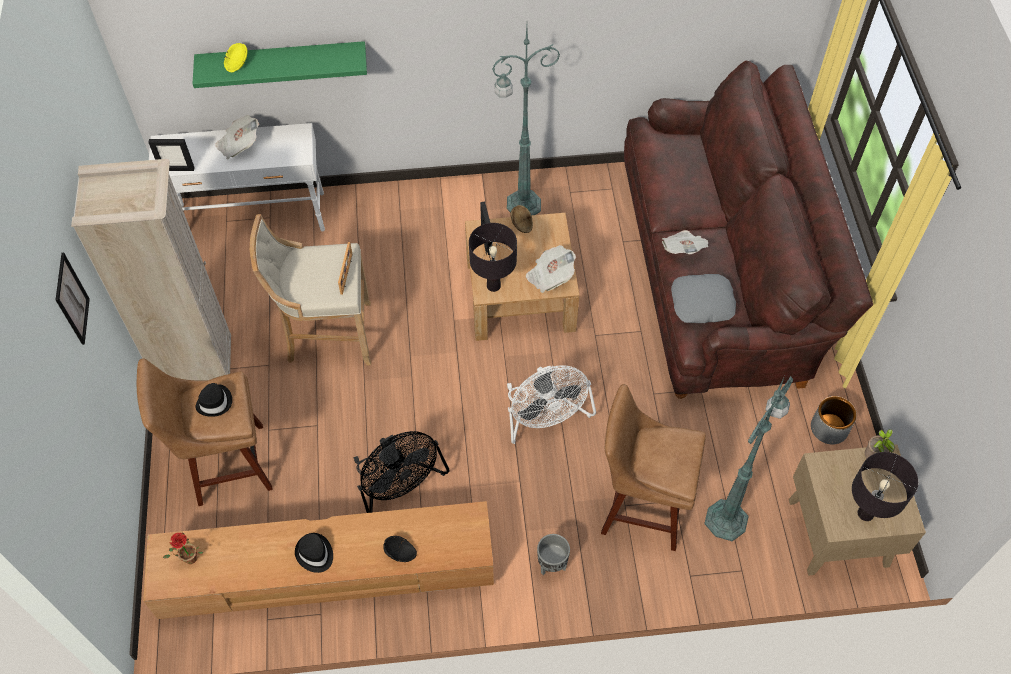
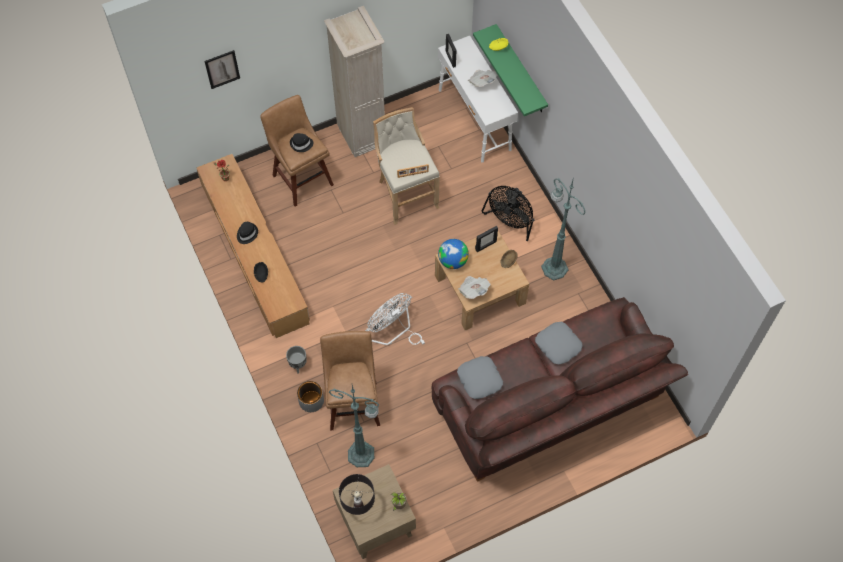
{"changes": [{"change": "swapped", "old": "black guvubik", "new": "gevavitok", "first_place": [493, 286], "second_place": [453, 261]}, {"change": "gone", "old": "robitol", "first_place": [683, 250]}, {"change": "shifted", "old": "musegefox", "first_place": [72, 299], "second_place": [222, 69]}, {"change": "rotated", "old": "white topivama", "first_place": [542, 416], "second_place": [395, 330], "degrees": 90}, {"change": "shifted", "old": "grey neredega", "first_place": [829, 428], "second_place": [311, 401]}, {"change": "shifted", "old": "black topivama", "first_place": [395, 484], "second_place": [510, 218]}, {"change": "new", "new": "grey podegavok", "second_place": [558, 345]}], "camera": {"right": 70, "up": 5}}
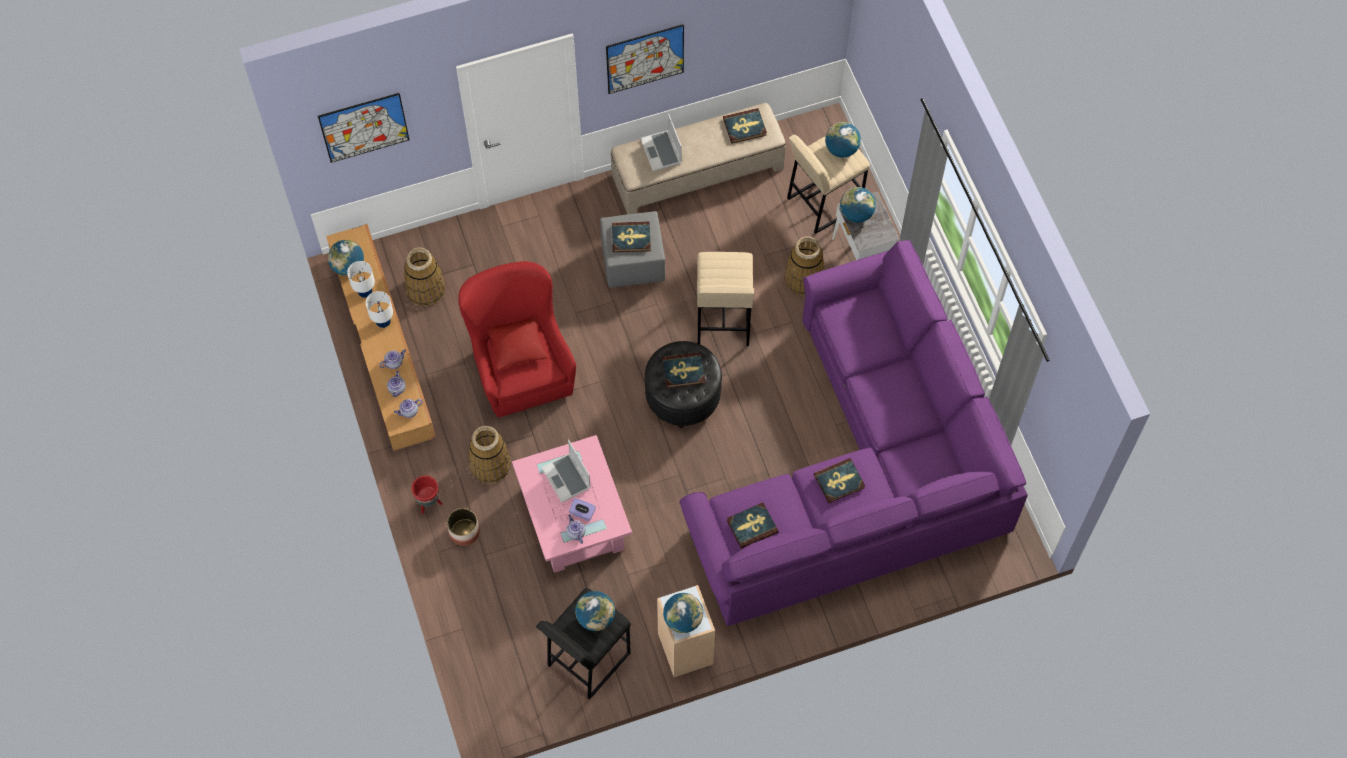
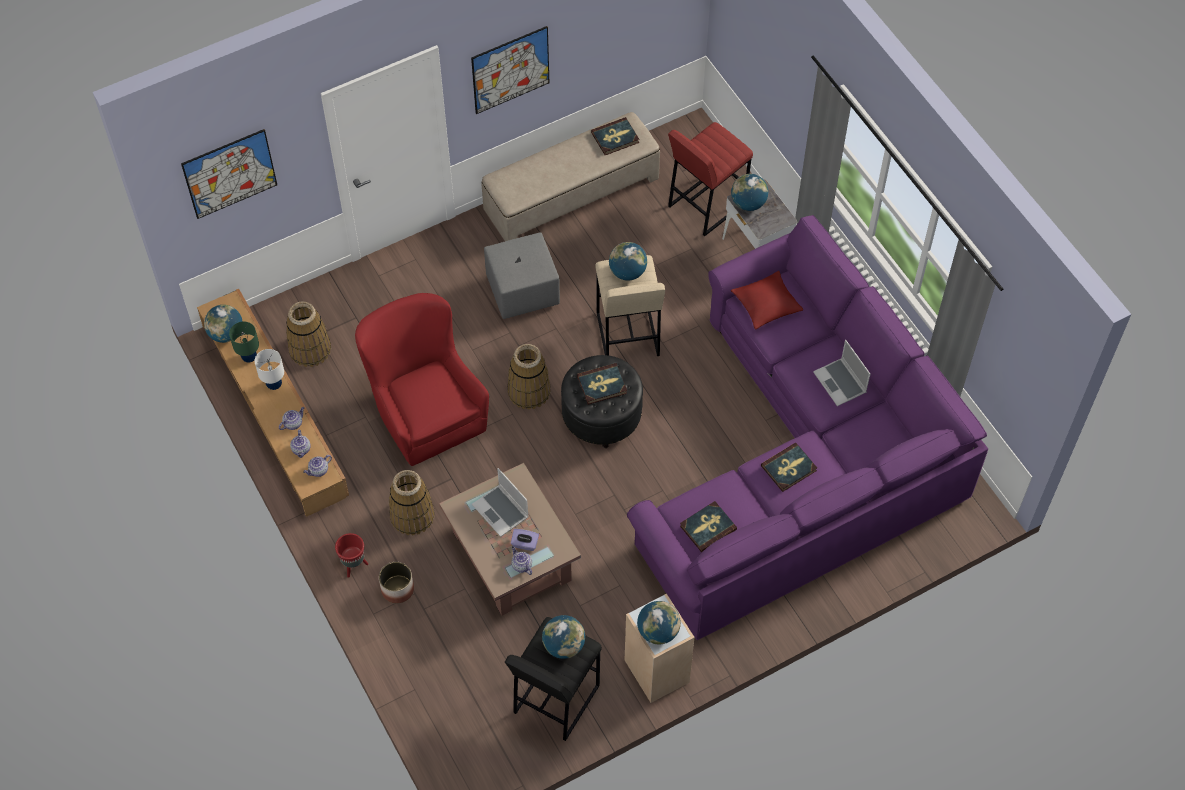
{"changes": [{"change": "shifted", "old": "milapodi", "first_place": [662, 152], "second_place": [840, 383]}, {"change": "shifted", "old": "gevavitok", "first_place": [841, 149], "second_place": [627, 272]}, {"change": "repainted", "old": "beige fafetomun", "new": "red fafetomun", "first_place": [822, 203], "second_place": [705, 206]}, {"change": "gone", "old": "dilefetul", "first_place": [631, 238]}, {"change": "shifted", "old": "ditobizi", "first_place": [803, 278], "second_place": [528, 391]}, {"change": "repainted", "old": "white guvubik", "new": "green guvubik", "first_place": [365, 293], "second_place": [249, 358]}, {"change": "shifted", "old": "red podegavok", "first_place": [517, 346], "second_place": [766, 304]}, {"change": "repainted", "old": "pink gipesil", "new": "brown gipesil", "first_place": [574, 518], "second_place": [512, 556]}], "camera": {"right": -10, "up": -5}}
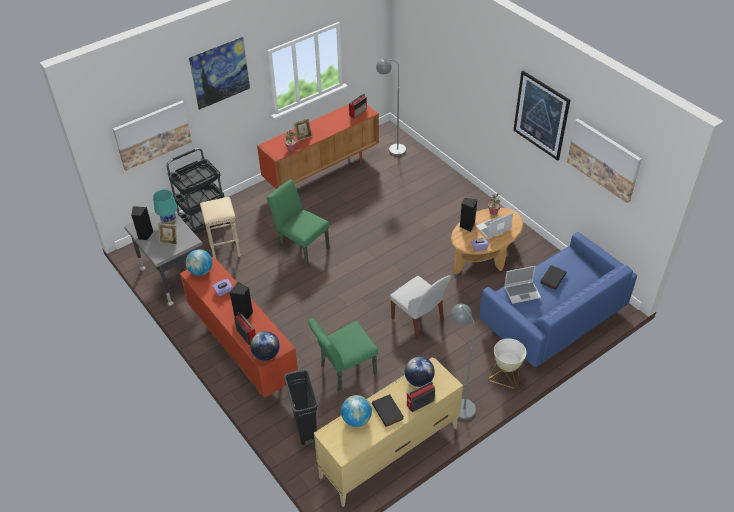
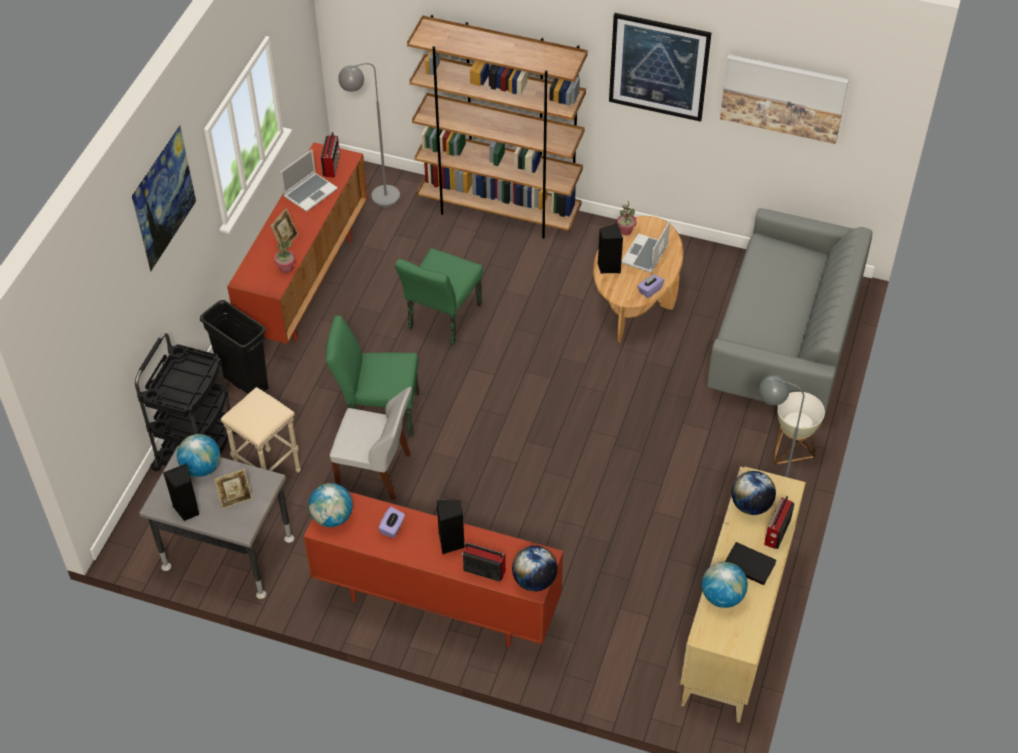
{"changes": [{"change": "gone", "old": "musegefox", "first_place": [152, 134]}, {"change": "swapped", "old": "turquoise guvubik", "new": "gevavitok", "first_place": [168, 220], "second_place": [201, 468]}, {"change": "repainted", "old": "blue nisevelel", "new": "grey nisevelel", "first_place": [551, 319], "second_place": [783, 343]}, {"change": "gone", "old": "black dilefetul", "first_place": [552, 278]}, {"change": "shifted", "old": "milapodi", "first_place": [522, 292], "second_place": [310, 192]}, {"change": "shifted", "old": "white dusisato", "first_place": [418, 320], "second_place": [376, 472]}, {"change": "shifted", "old": "green dusisato", "first_place": [344, 371], "second_place": [441, 320]}, {"change": "shifted", "old": "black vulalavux", "first_place": [305, 428], "second_place": [244, 381]}, {"change": "new", "new": "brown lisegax", "second_place": [499, 211]}], "camera": {"right": -35, "up": 5}}
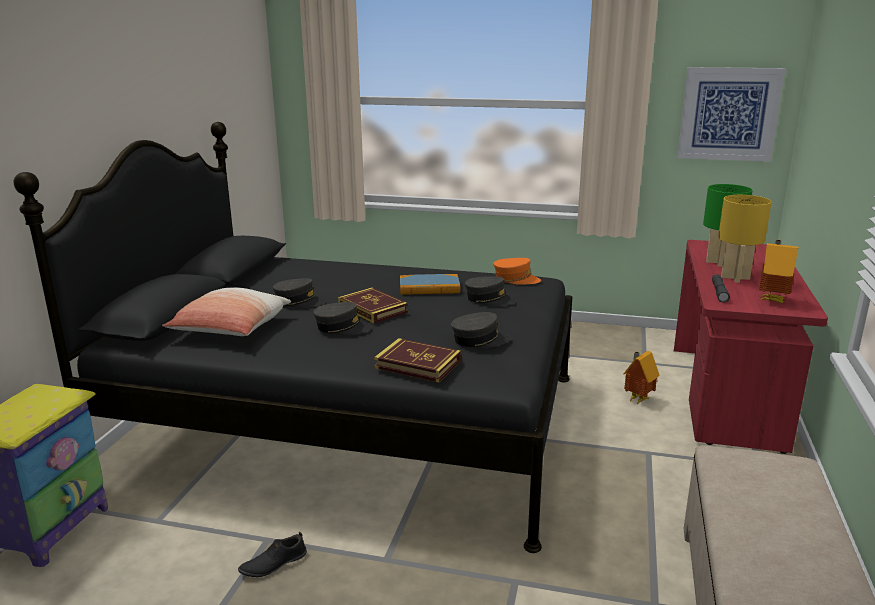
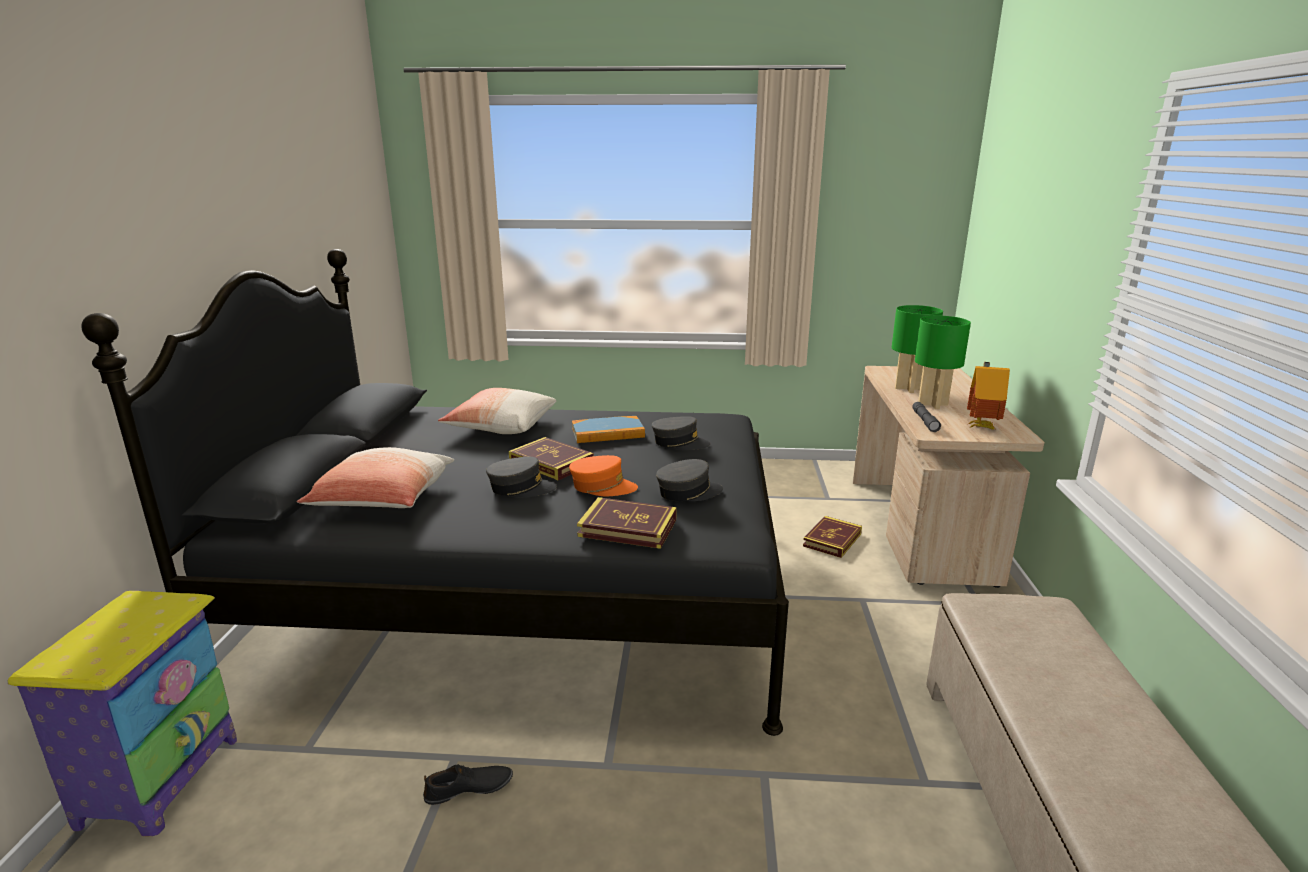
{"changes": [{"change": "gone", "old": "musegefox", "first_place": [729, 114]}, {"change": "repainted", "old": "yellow guvubik", "new": "green guvubik", "first_place": [734, 278], "second_place": [932, 404]}, {"change": "repainted", "old": "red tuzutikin", "new": "beige tuzutikin", "first_place": [728, 396], "second_place": [922, 529]}, {"change": "shifted", "old": "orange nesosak", "first_place": [516, 279], "second_place": [602, 486]}, {"change": "gone", "old": "grey nesosak", "first_place": [299, 301]}, {"change": "swapped", "old": "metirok", "new": "dilefetul", "first_place": [637, 399], "second_place": [832, 540]}, {"change": "rotated", "old": "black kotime", "first_place": [273, 564], "second_place": [469, 789], "degrees": -150}, {"change": "new", "new": "podegavok", "second_place": [501, 427]}], "camera": {"right": -10, "up": 0}}
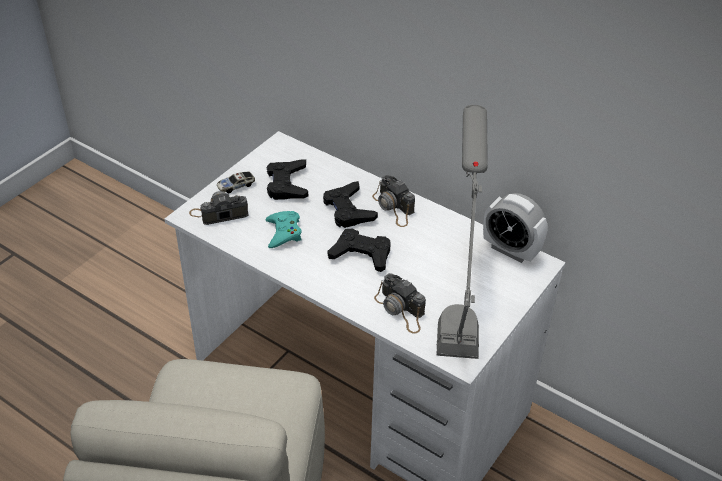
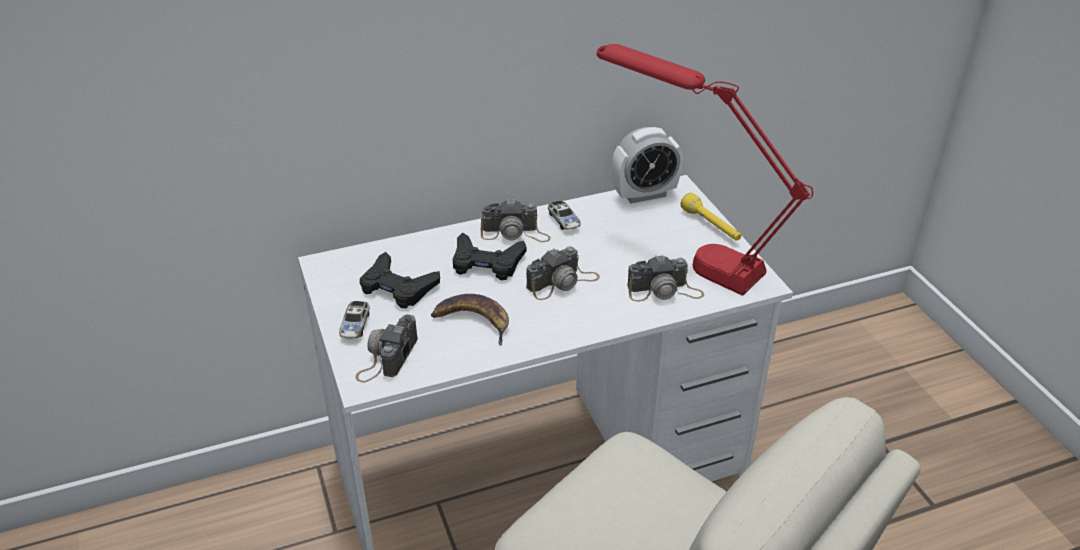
{"changes": [{"change": "repainted", "old": "grey guvubik", "new": "red guvubik", "first_place": [458, 303], "second_place": [686, 253]}, {"change": "swapped", "old": "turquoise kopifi", "new": "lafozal", "first_place": [283, 233], "second_place": [474, 321]}, {"change": "swapped", "old": "black kopifi", "new": "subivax", "first_place": [361, 254], "second_place": [562, 282]}, {"change": "new", "new": "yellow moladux", "second_place": [711, 226]}, {"change": "new", "new": "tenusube", "second_place": [564, 221]}], "camera": {"right": -55, "up": -5}}
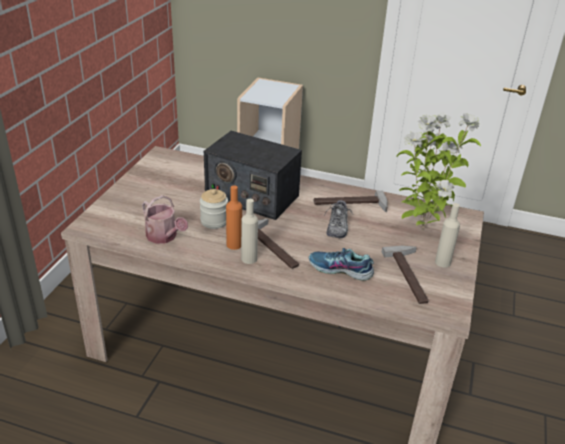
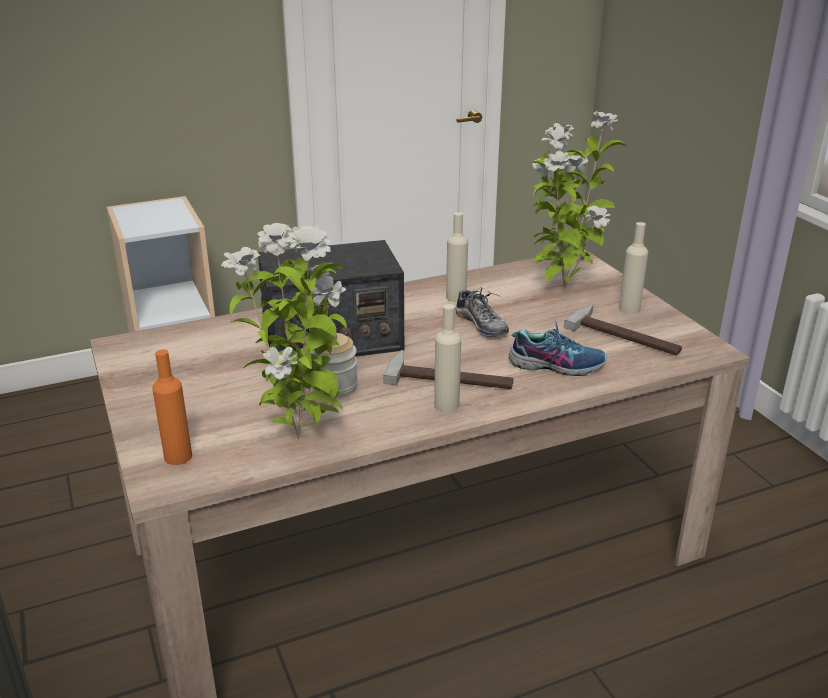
{"changes": [{"change": "shifted", "old": "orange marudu", "first_place": [234, 245], "second_place": [178, 456]}, {"change": "swapped", "old": "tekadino", "new": "beige marudu", "first_place": [350, 204], "second_place": [456, 297]}, {"change": "swapped", "old": "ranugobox", "new": "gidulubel", "first_place": [164, 237], "second_place": [301, 437]}, {"change": "rotated", "old": "kotime", "first_place": [340, 270], "second_place": [556, 364], "degrees": -150}], "camera": {"right": -40, "up": -5}}
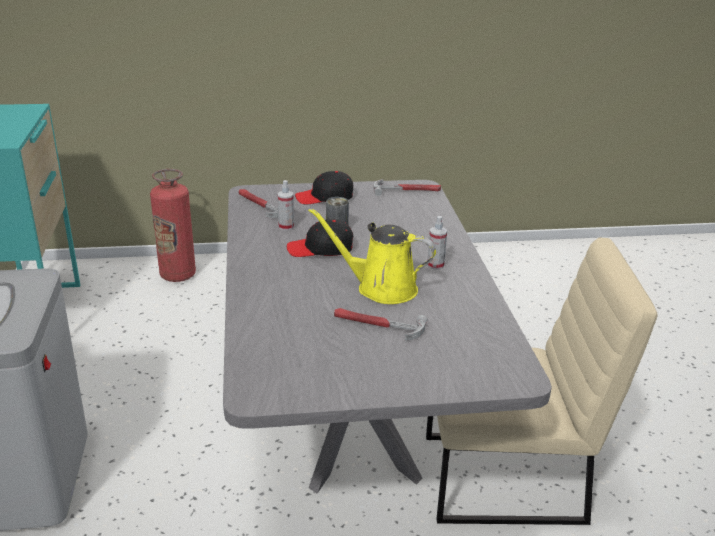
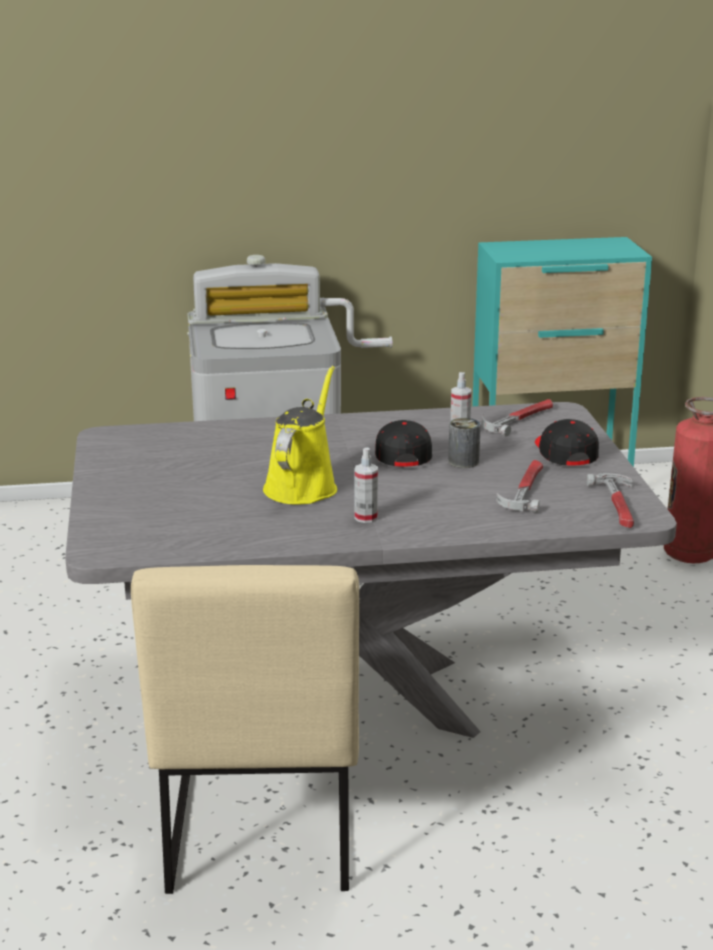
{"changes": [{"change": "shifted", "old": "tekadino", "first_place": [378, 325], "second_place": [525, 489]}], "camera": {"right": 90, "up": -5}}
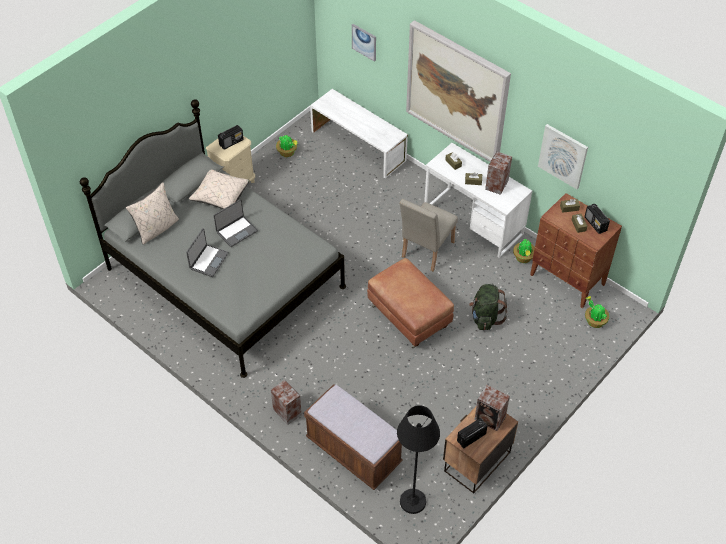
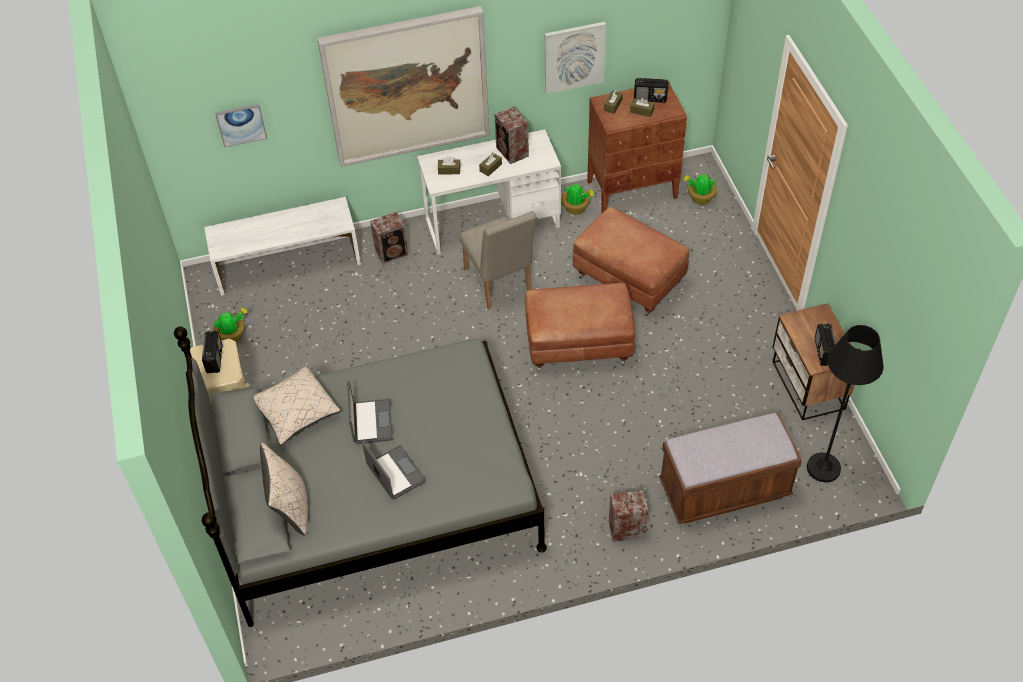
{"changes": [{"change": "swapped", "old": "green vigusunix", "new": "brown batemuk", "first_place": [485, 317], "second_place": [629, 281]}, {"change": "shifted", "old": "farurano", "first_place": [490, 419], "second_place": [392, 252]}], "camera": {"right": -55, "up": 0}}
